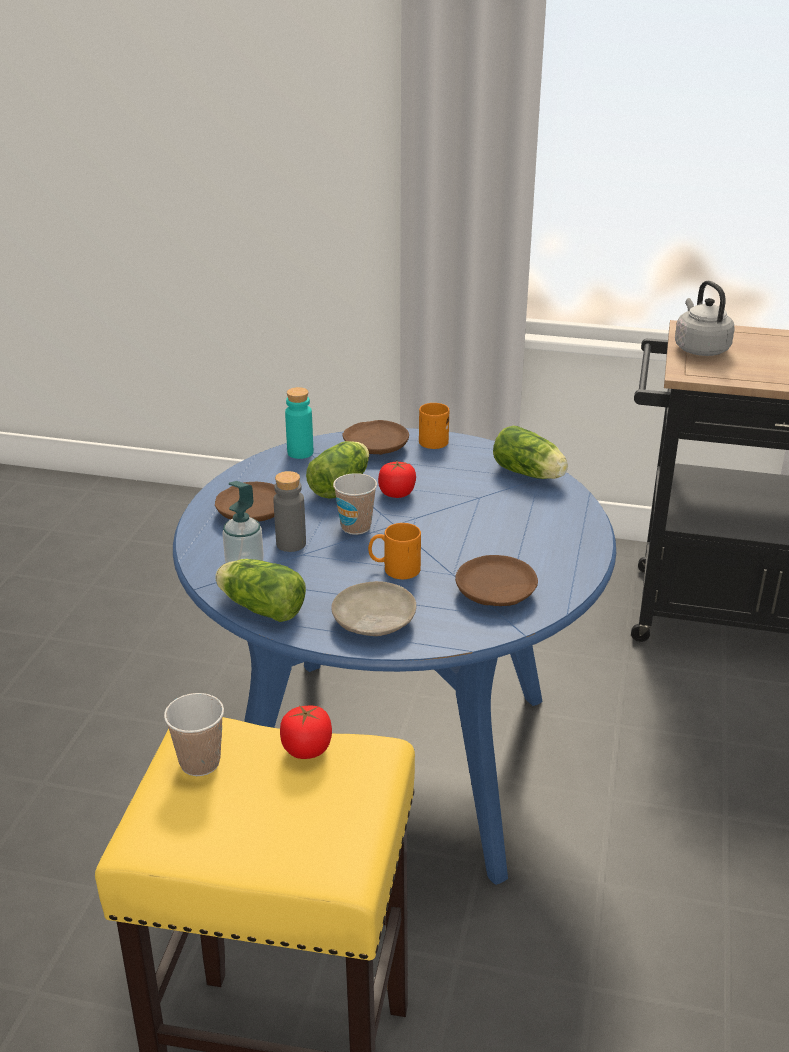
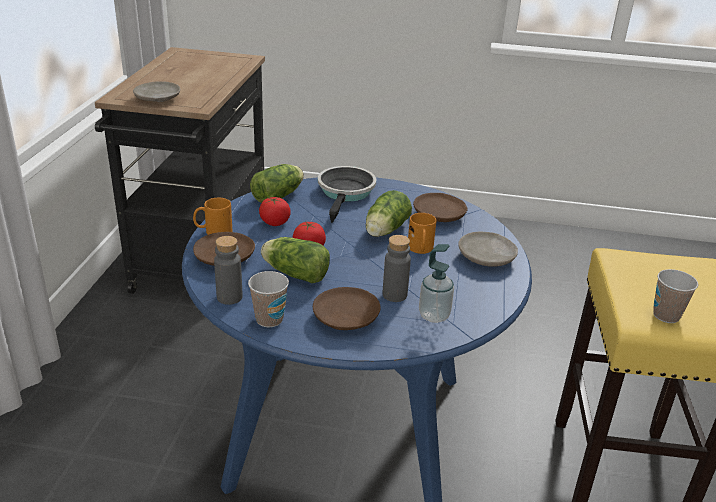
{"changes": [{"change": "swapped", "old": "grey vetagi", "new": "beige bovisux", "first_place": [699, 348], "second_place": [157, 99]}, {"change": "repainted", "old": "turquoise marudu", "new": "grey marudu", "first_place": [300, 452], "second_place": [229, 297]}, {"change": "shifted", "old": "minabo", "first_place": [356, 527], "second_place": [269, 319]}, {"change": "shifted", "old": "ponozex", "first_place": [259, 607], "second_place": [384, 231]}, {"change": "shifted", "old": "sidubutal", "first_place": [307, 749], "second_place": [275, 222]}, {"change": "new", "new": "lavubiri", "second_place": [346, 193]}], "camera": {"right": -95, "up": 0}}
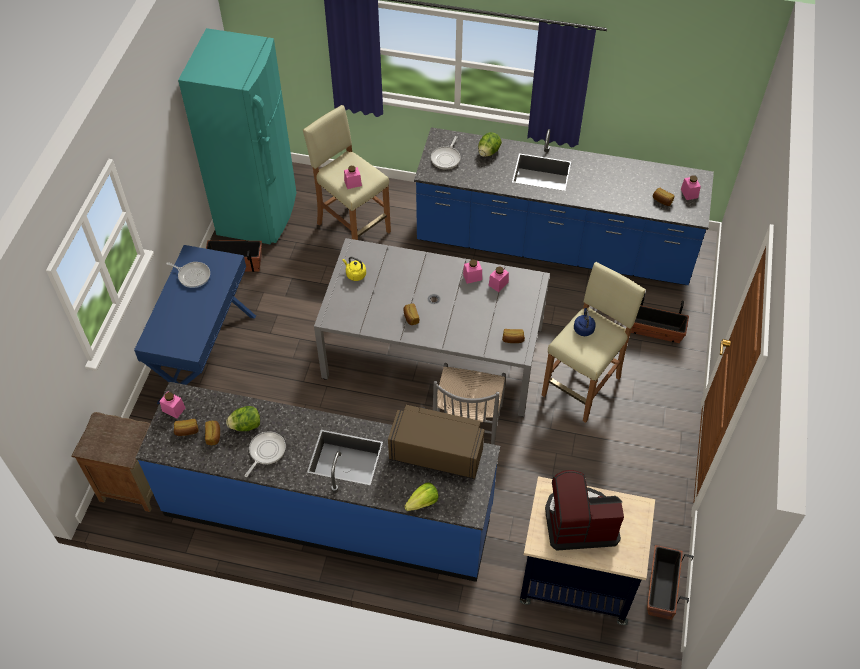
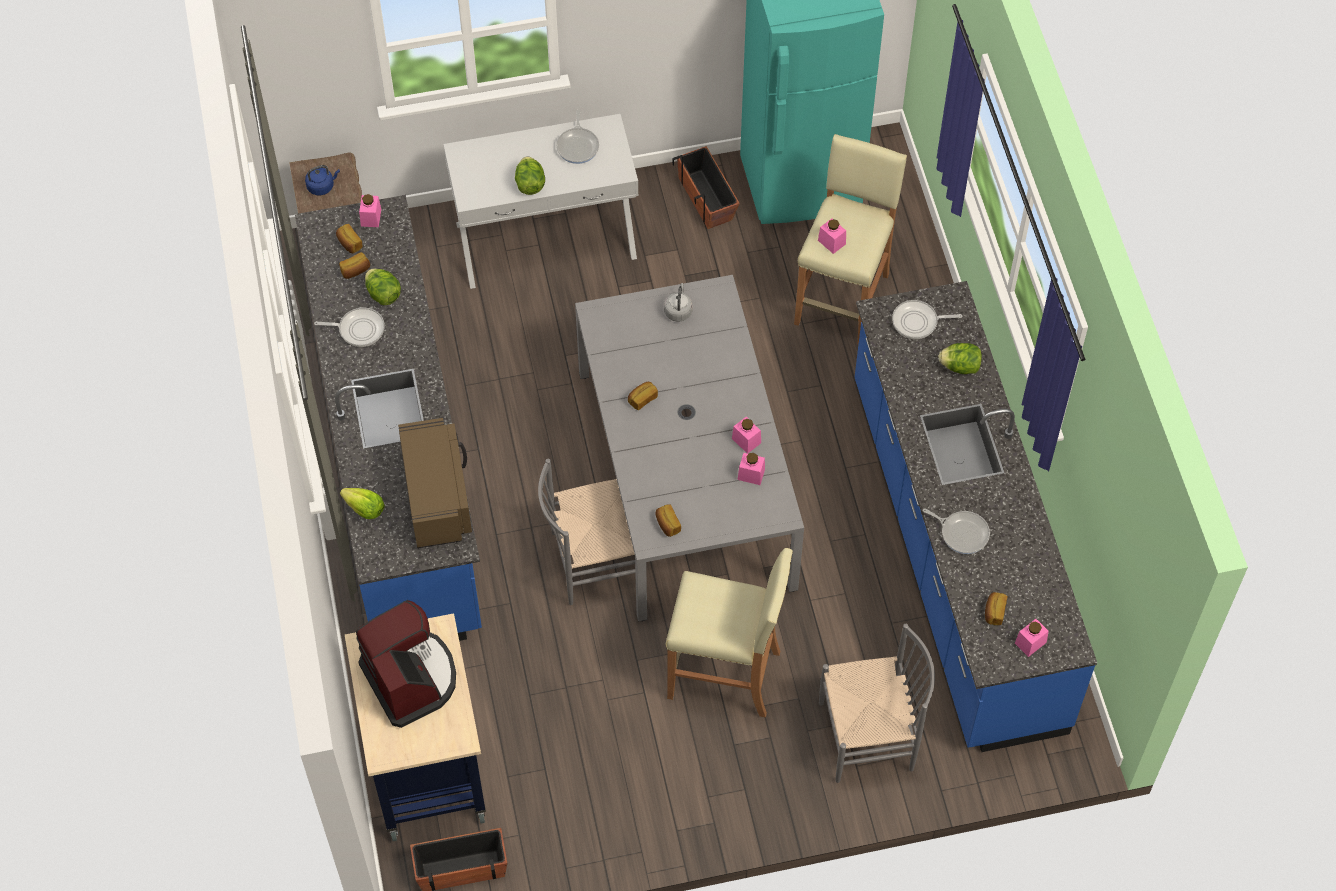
{"changes": [{"change": "repainted", "old": "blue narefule", "new": "white narefule", "first_place": [207, 358], "second_place": [546, 239]}, {"change": "repainted", "old": "yellow vetagi", "new": "grey vetagi", "first_place": [355, 274], "second_place": [678, 310]}, {"change": "swapped", "old": "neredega", "new": "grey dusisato", "first_place": [655, 331], "second_place": [871, 736]}, {"change": "shifted", "old": "blue vetagi", "first_place": [583, 328], "second_place": [322, 186]}, {"change": "new", "new": "ponozex", "second_place": [530, 184]}, {"change": "new", "new": "lavubiri", "second_place": [962, 533]}], "camera": {"right": 65, "up": 5}}
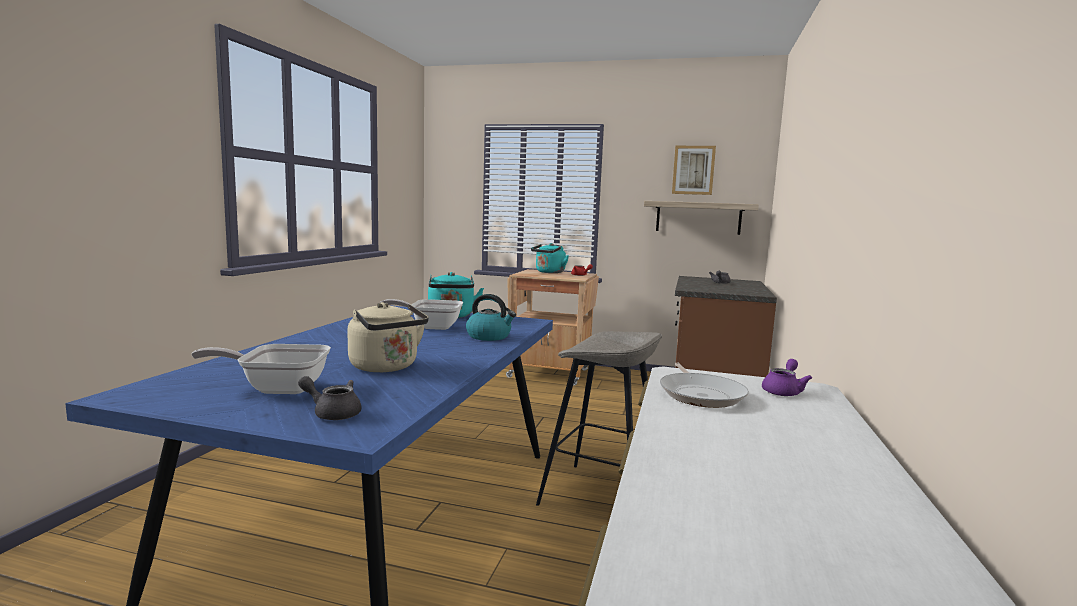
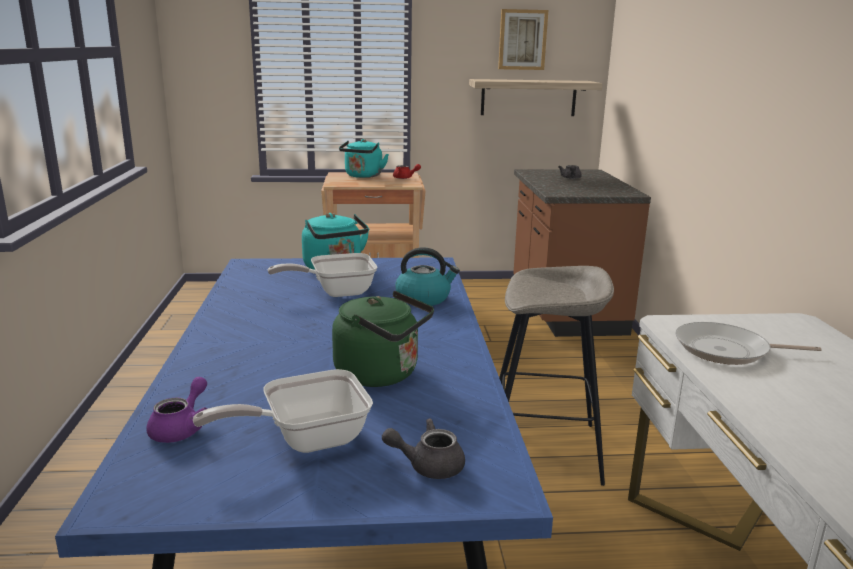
{"changes": [{"change": "repainted", "old": "beige vetagi", "new": "green vetagi", "first_place": [386, 367], "second_place": [382, 374]}, {"change": "shifted", "old": "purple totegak", "first_place": [783, 391], "second_place": [182, 428]}, {"change": "rotated", "old": "lavubiri", "first_place": [700, 394], "second_place": [727, 350], "degrees": 120}], "camera": {"right": -20, "up": 10}}
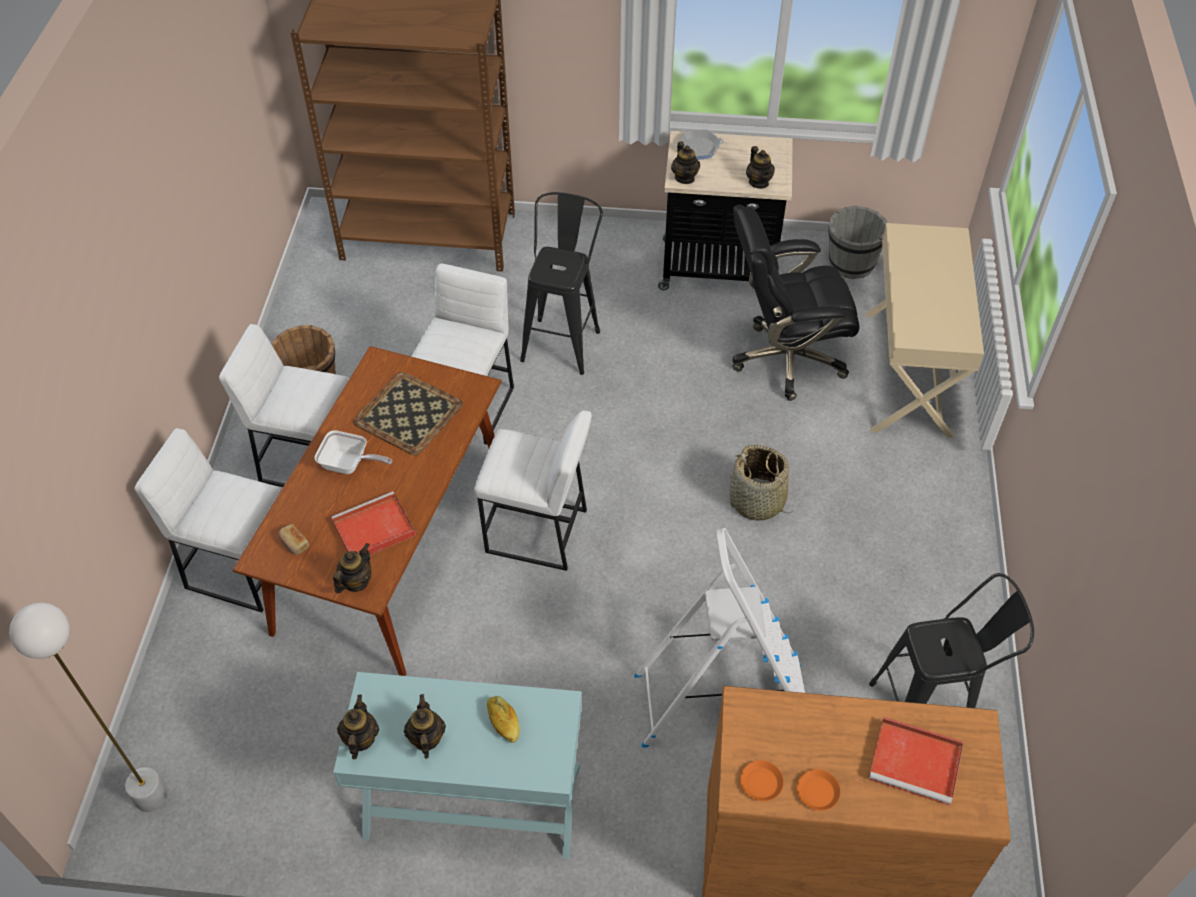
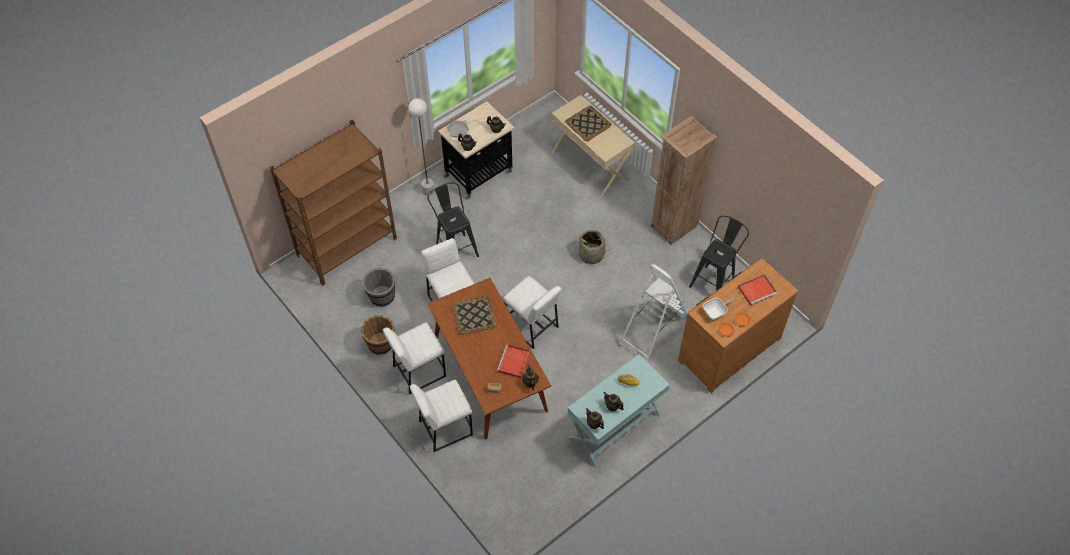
{"changes": [{"change": "gone", "old": "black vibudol", "first_place": [783, 360]}, {"change": "shifted", "old": "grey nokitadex", "first_place": [850, 263], "second_place": [381, 296]}, {"change": "rotated", "old": "white dusisato", "first_place": [538, 531], "second_place": [532, 326], "degrees": 75}, {"change": "shifted", "old": "lavubiri", "first_place": [349, 465], "second_place": [716, 312]}, {"change": "shifted", "old": "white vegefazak", "first_place": [150, 796], "second_place": [428, 191]}, {"change": "new", "new": "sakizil", "second_place": [588, 123]}, {"change": "new", "new": "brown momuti", "second_place": [674, 227]}], "camera": {"right": -45, "up": 5}}
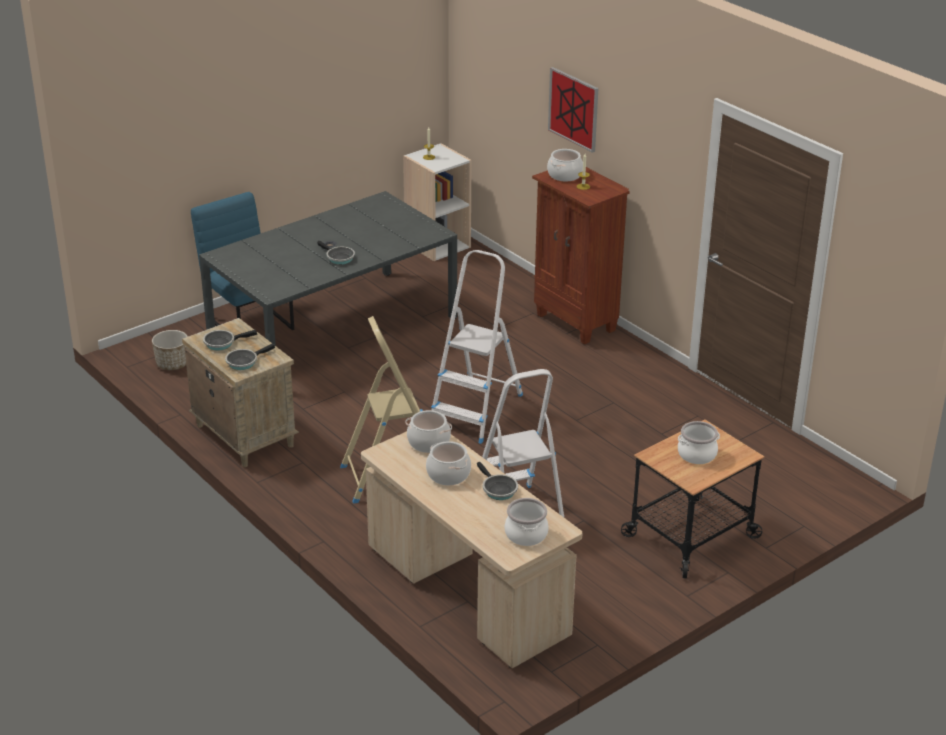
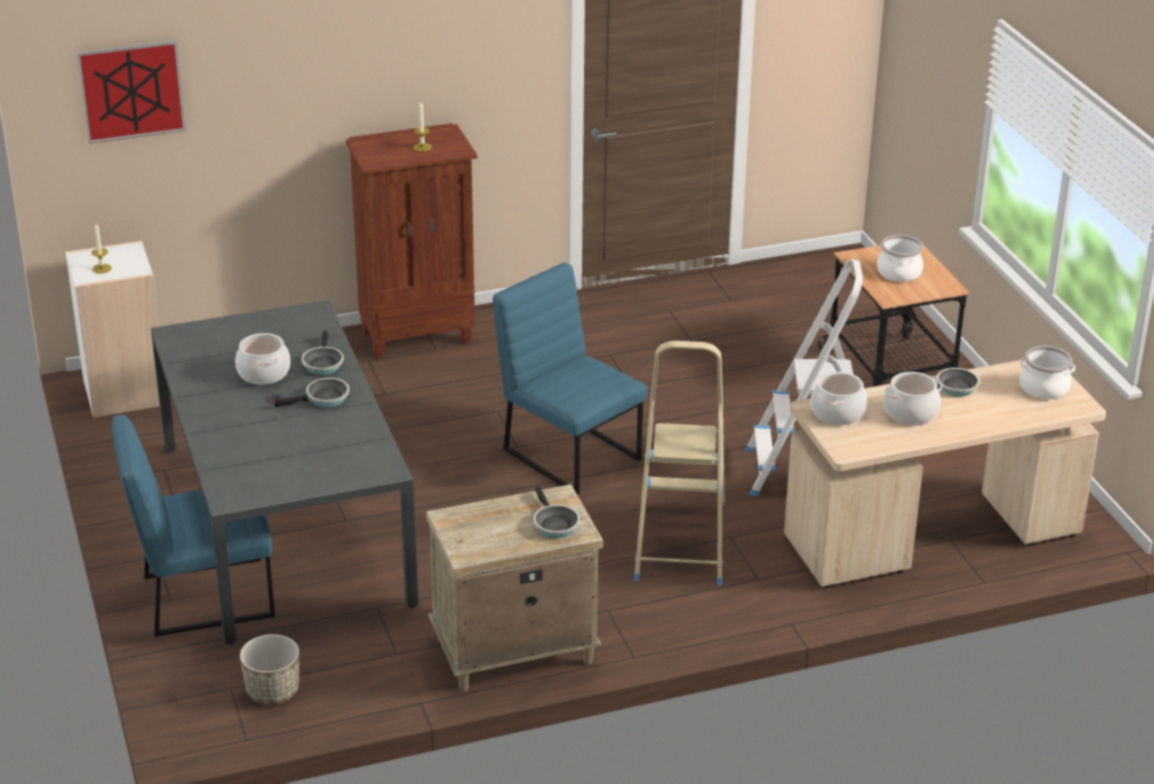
{"changes": [{"change": "shifted", "old": "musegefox", "first_place": [573, 109], "second_place": [131, 91]}, {"change": "shifted", "old": "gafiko", "first_place": [565, 175], "second_place": [264, 373]}, {"change": "swapped", "old": "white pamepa", "new": "blue dusisato", "first_place": [475, 411], "second_place": [569, 452]}, {"change": "shifted", "old": "lavubiri", "first_place": [222, 343], "second_place": [322, 363]}], "camera": {"right": -70, "up": 0}}
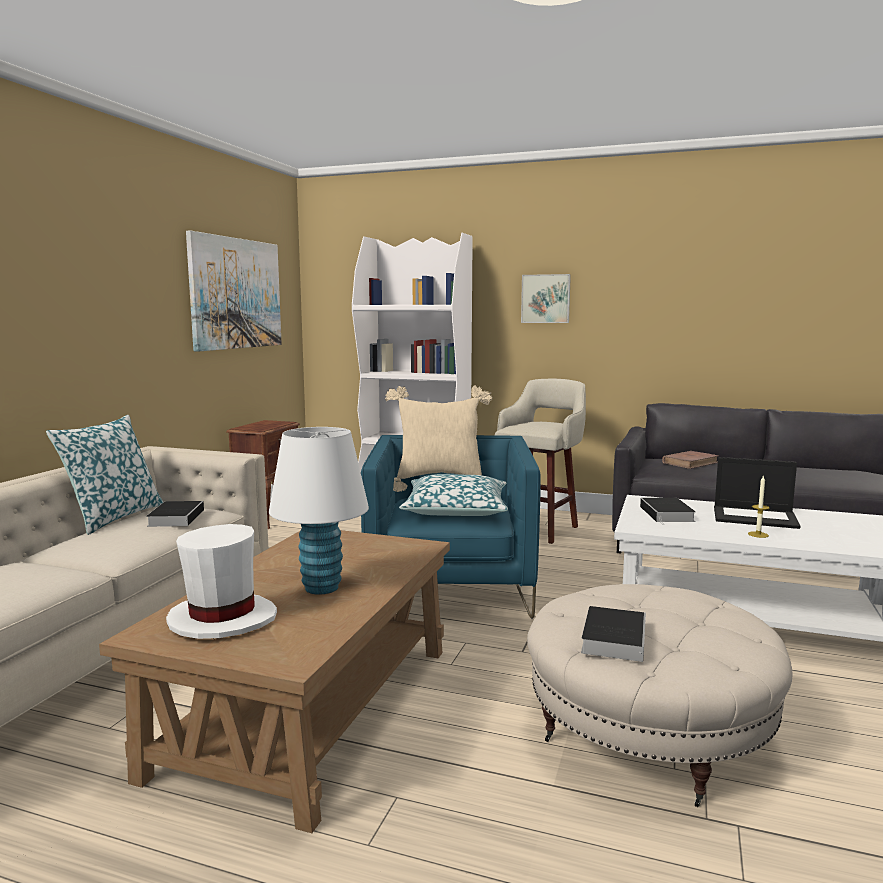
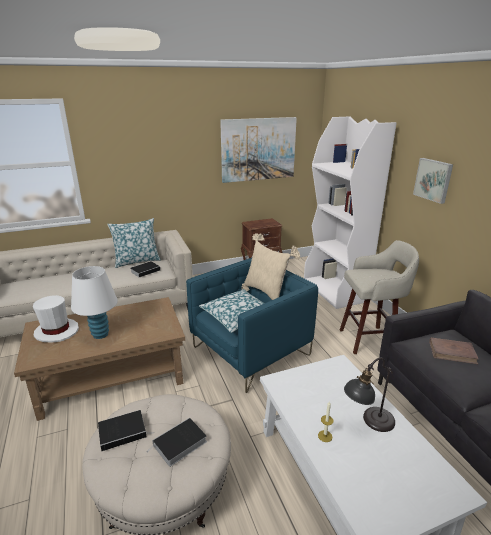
{"changes": [{"change": "swapped", "old": "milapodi", "new": "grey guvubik", "first_place": [755, 517], "second_place": [367, 424]}, {"change": "shifted", "old": "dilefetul", "first_place": [667, 514], "second_place": [179, 444]}], "camera": {"right": 50, "up": 15}}
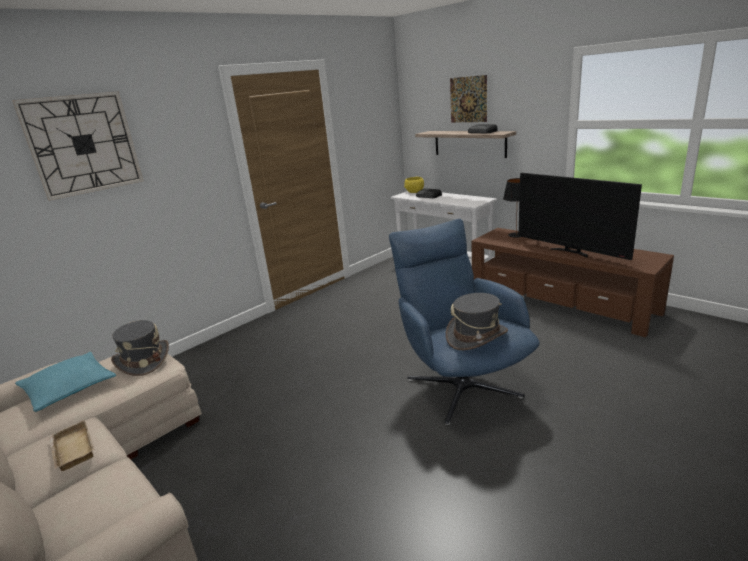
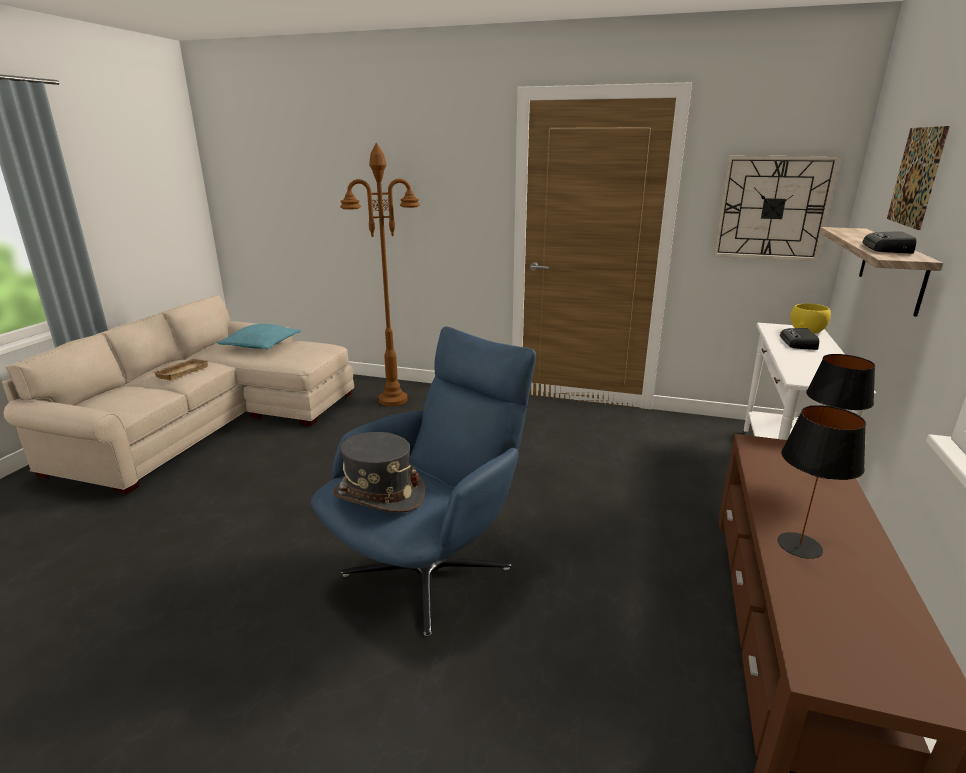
{"changes": [{"change": "shifted", "old": "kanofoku", "first_place": [83, 144], "second_place": [772, 208]}, {"change": "swapped", "old": "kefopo", "new": "black guvubik", "first_place": [571, 252], "second_place": [800, 546]}, {"change": "gone", "old": "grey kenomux", "first_place": [143, 361]}, {"change": "new", "new": "brown vegefazak", "second_place": [393, 400]}], "camera": {"right": 60, "up": 0}}
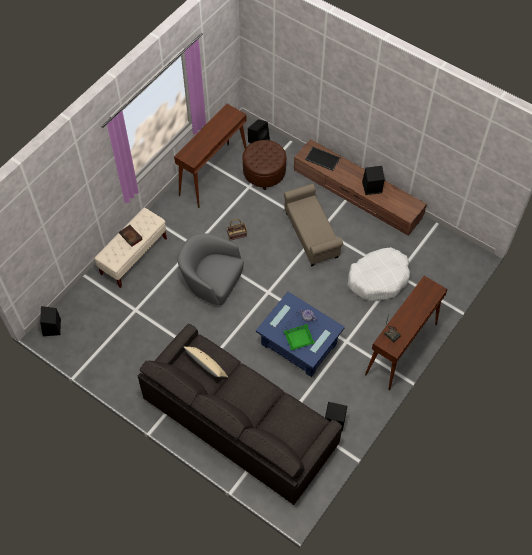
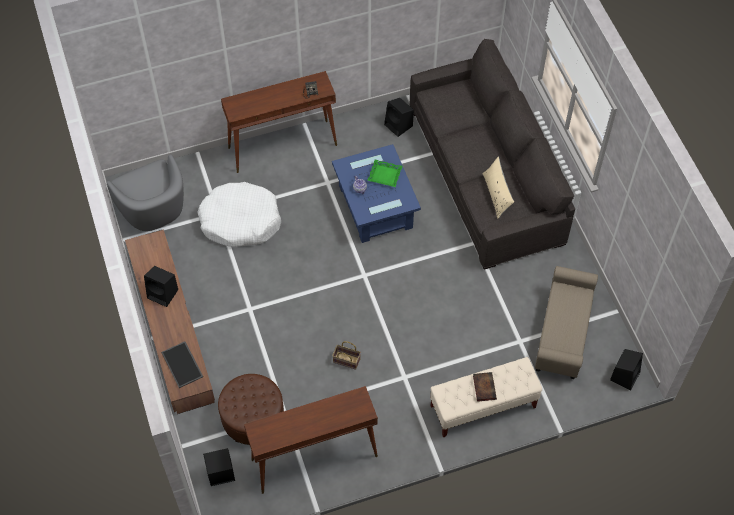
{"changes": [{"change": "shifted", "old": "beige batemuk", "first_place": [311, 235], "second_place": [562, 334]}, {"change": "shifted", "old": "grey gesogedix", "first_place": [211, 282], "second_place": [154, 211]}], "camera": {"right": -145, "up": 0}}
